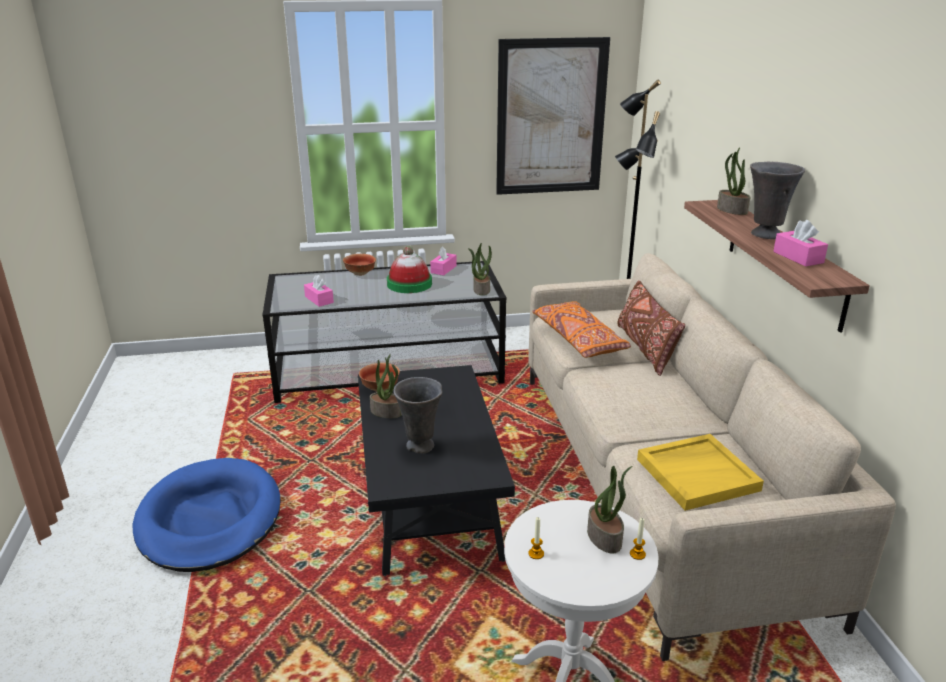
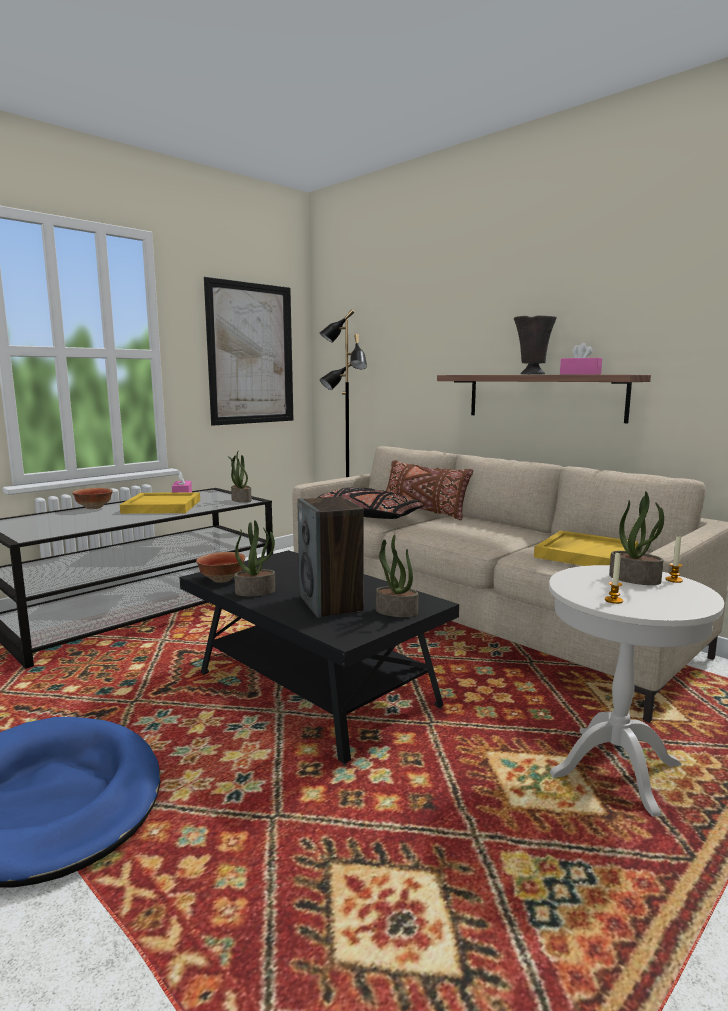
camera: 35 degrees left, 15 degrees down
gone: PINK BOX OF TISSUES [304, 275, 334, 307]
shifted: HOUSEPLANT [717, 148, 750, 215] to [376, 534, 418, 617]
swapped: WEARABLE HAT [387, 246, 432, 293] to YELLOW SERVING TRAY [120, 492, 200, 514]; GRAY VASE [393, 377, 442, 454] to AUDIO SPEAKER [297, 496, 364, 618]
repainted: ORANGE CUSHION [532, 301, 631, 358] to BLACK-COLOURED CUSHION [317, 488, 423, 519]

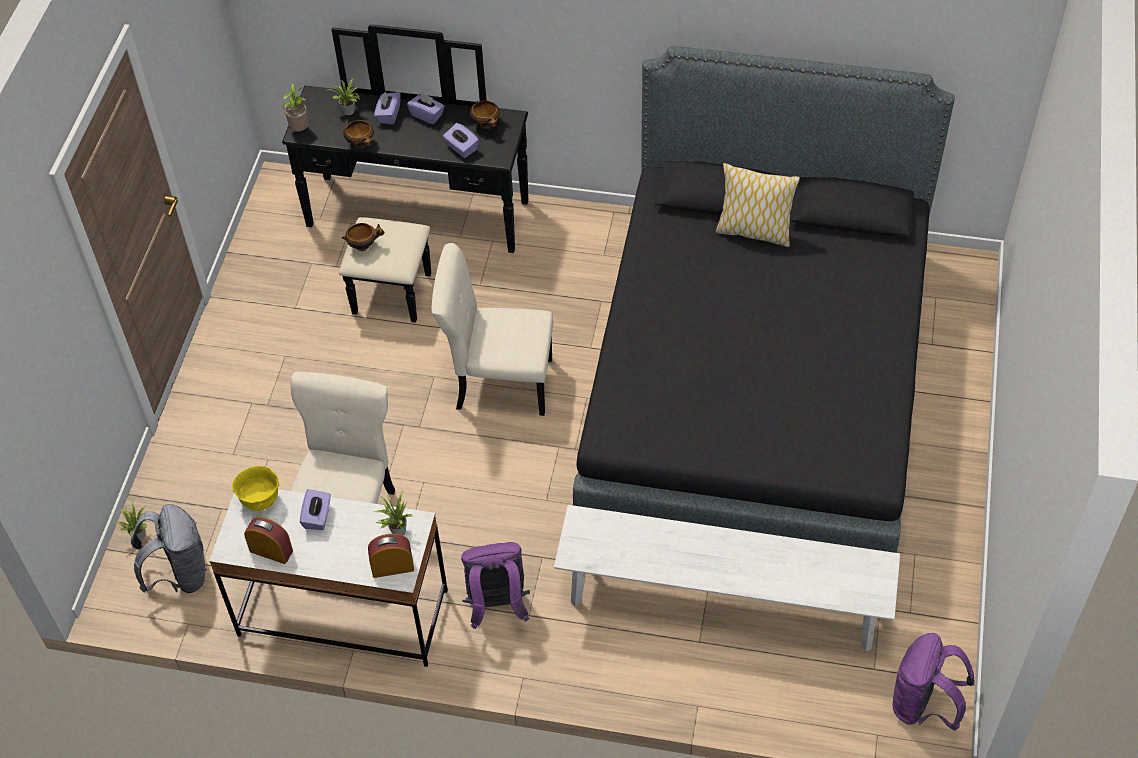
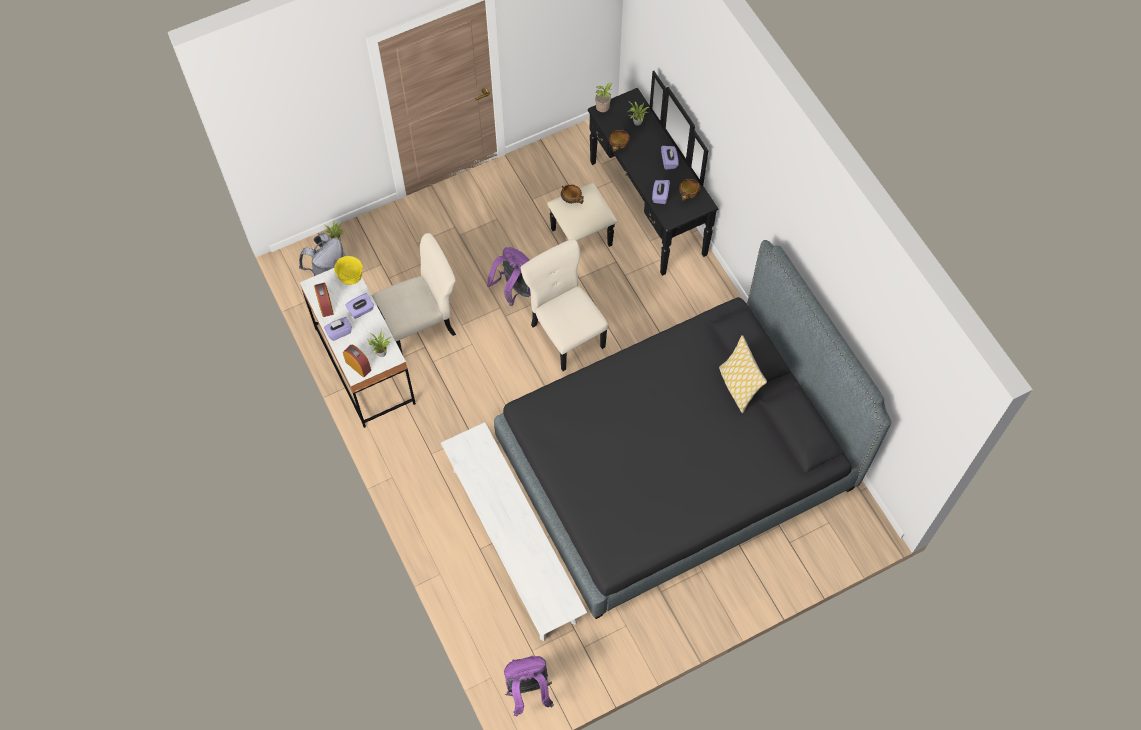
camera: 50 degrees right, 10 degrees up
shifted: PURPLE BOX OF TISSUES [374, 92, 401, 124] to [324, 317, 352, 341]; PURPLE KNAPSACK [461, 542, 530, 629] to [487, 247, 531, 306]

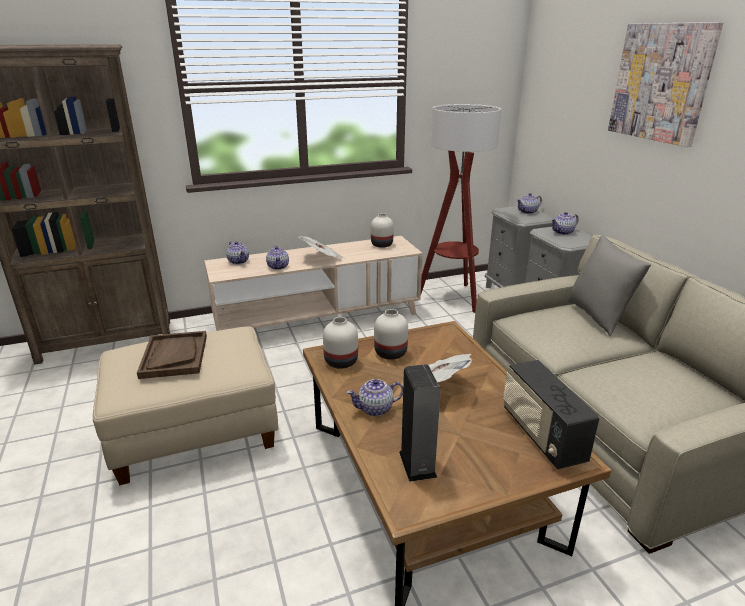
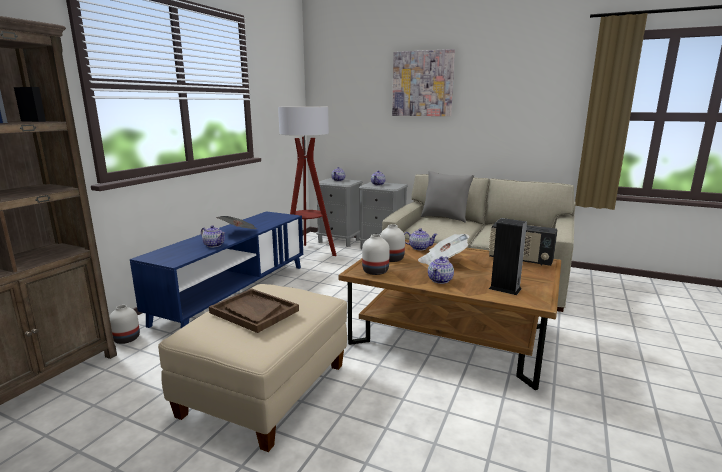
camera: 45 degrees left, 10 degrees down
shifted: POT FOR TEA [226, 241, 249, 265] to [404, 228, 438, 250]; WHITE VASE [371, 213, 394, 248] to [109, 305, 140, 344]
repainted: BEIGE MEDIA CONSOLE [204, 236, 423, 331] to BLUISH MEDIA CONSOLE [130, 211, 303, 328]

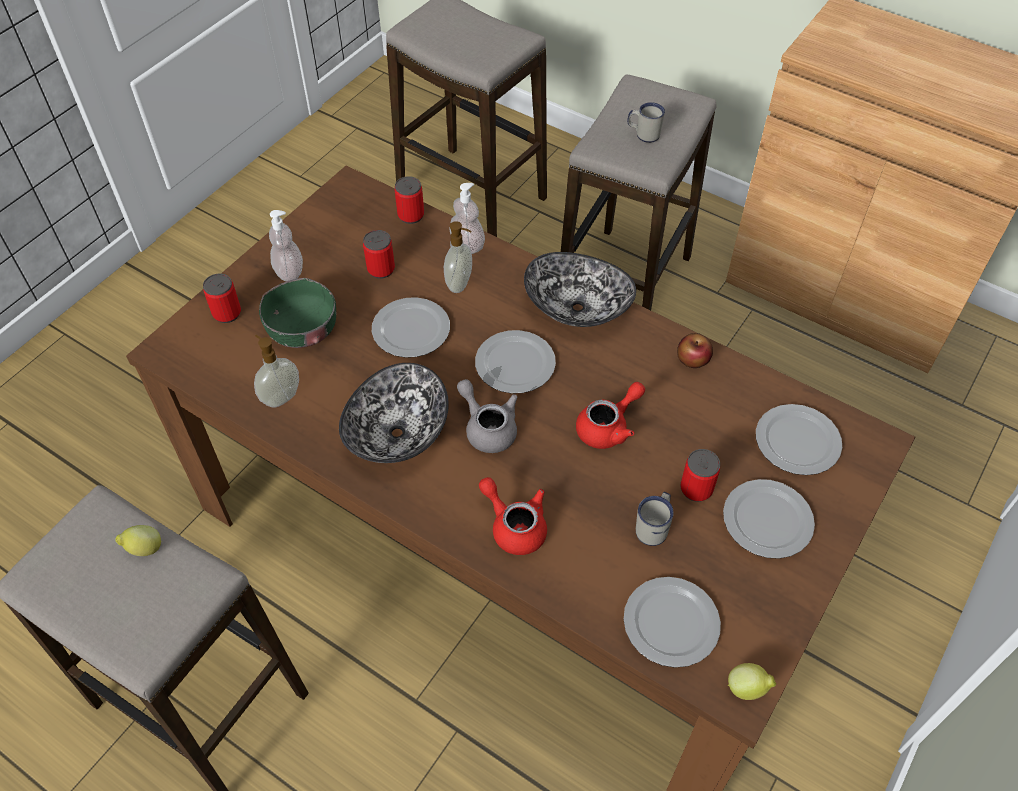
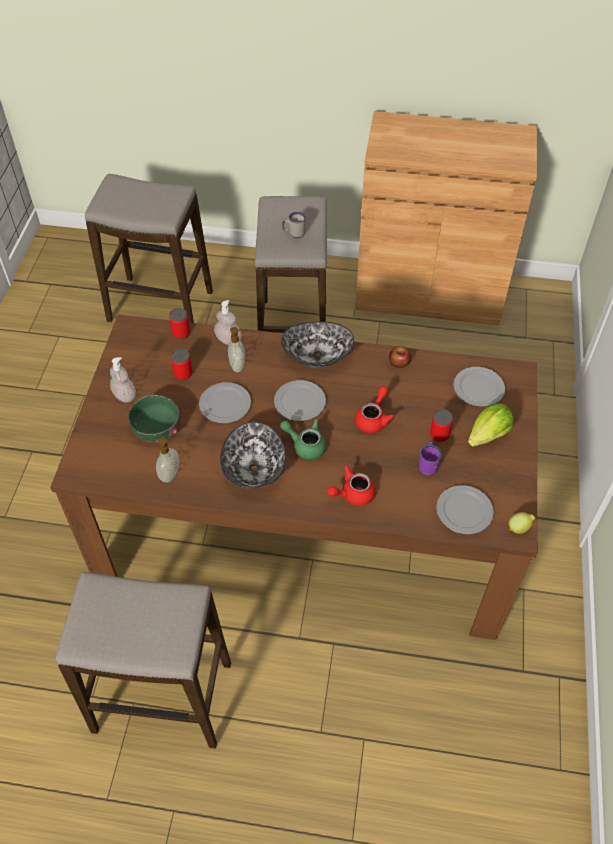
camera: 25 degrees left, 0 degrees up
gone: LEMON [115, 525, 162, 556]; SEALED CAN [203, 273, 241, 323]
swapped: DINNER PLATE [723, 479, 815, 559] to LETTUCE [468, 403, 514, 447]
repainted: GRAY POT FOR TEA [457, 379, 517, 453] to GREEN-COLOURED POT FOR TEA [280, 419, 326, 460]; WHITE TEA MUG [636, 492, 674, 546] to PURPLE TEA MUG [419, 442, 442, 475]
rotated: RED-COLOURED POT FOR TEA [479, 477, 547, 555] = [327, 465, 376, 506] 45 degrees counterclockwise

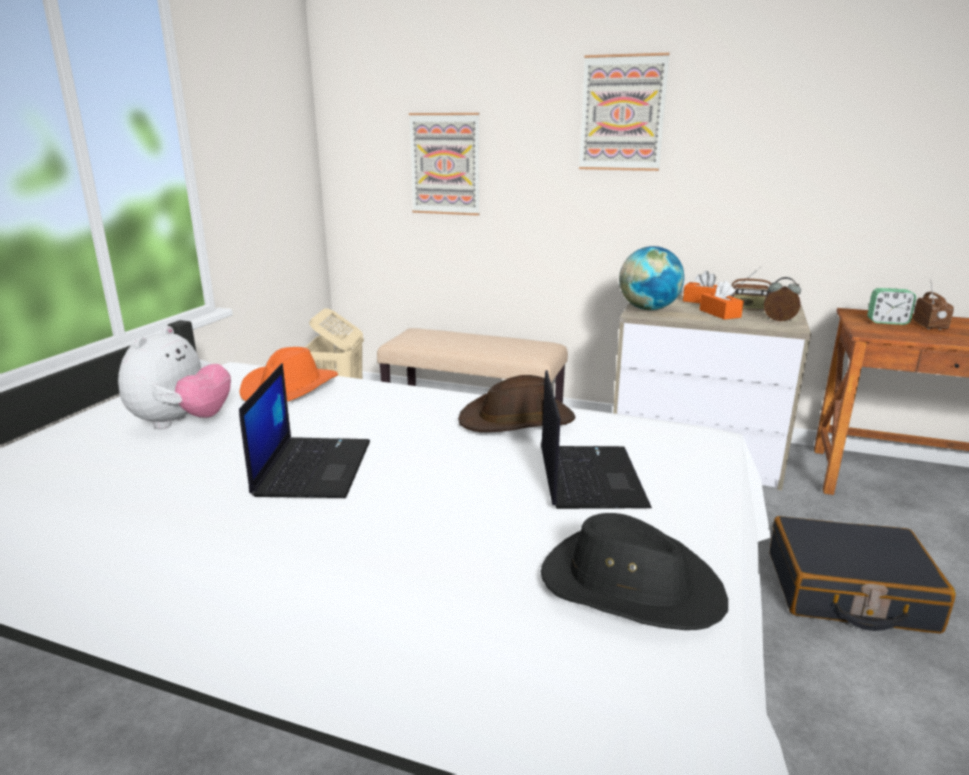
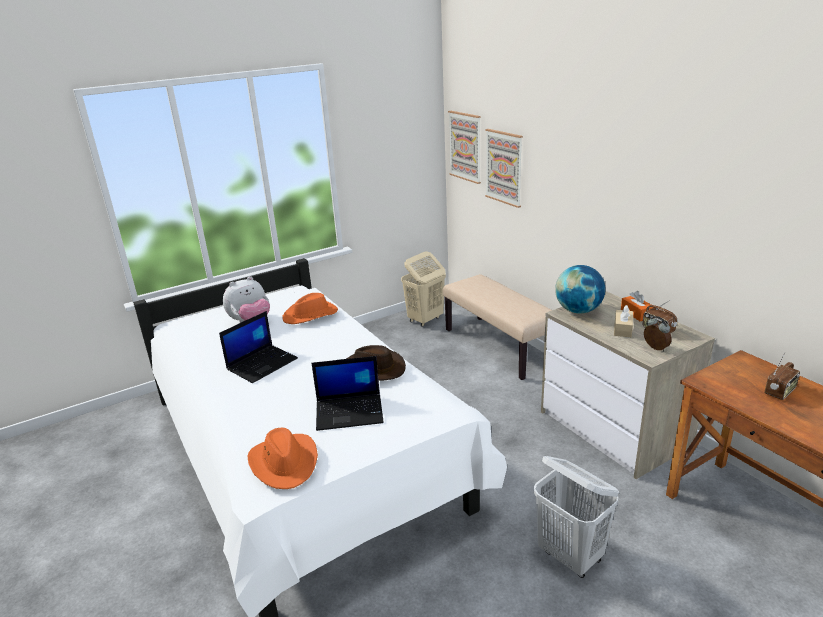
camera: 40 degrees right, 5 degrees up
gone: TABLE CLOCK [867, 288, 916, 325]
shifted: WALL ART [579, 53, 670, 171] to [448, 111, 481, 184]
swapped: BLACK-COLOURED TRAVEL CASE [770, 516, 956, 633] to WHITE WASHING BASKET [534, 456, 619, 578]
repainted: BLACK-COLOURED WEARABLE HAT [541, 513, 728, 630] to ORANGE WEARABLE HAT [248, 428, 318, 489]; ORANGE BOX OF TISSUES [699, 280, 744, 320] to BEIGE BOX OF TISSUES [614, 305, 633, 337]
rotated: NOTEBOOK COMPUTER [541, 370, 652, 509] = [312, 356, 384, 431] 45 degrees clockwise

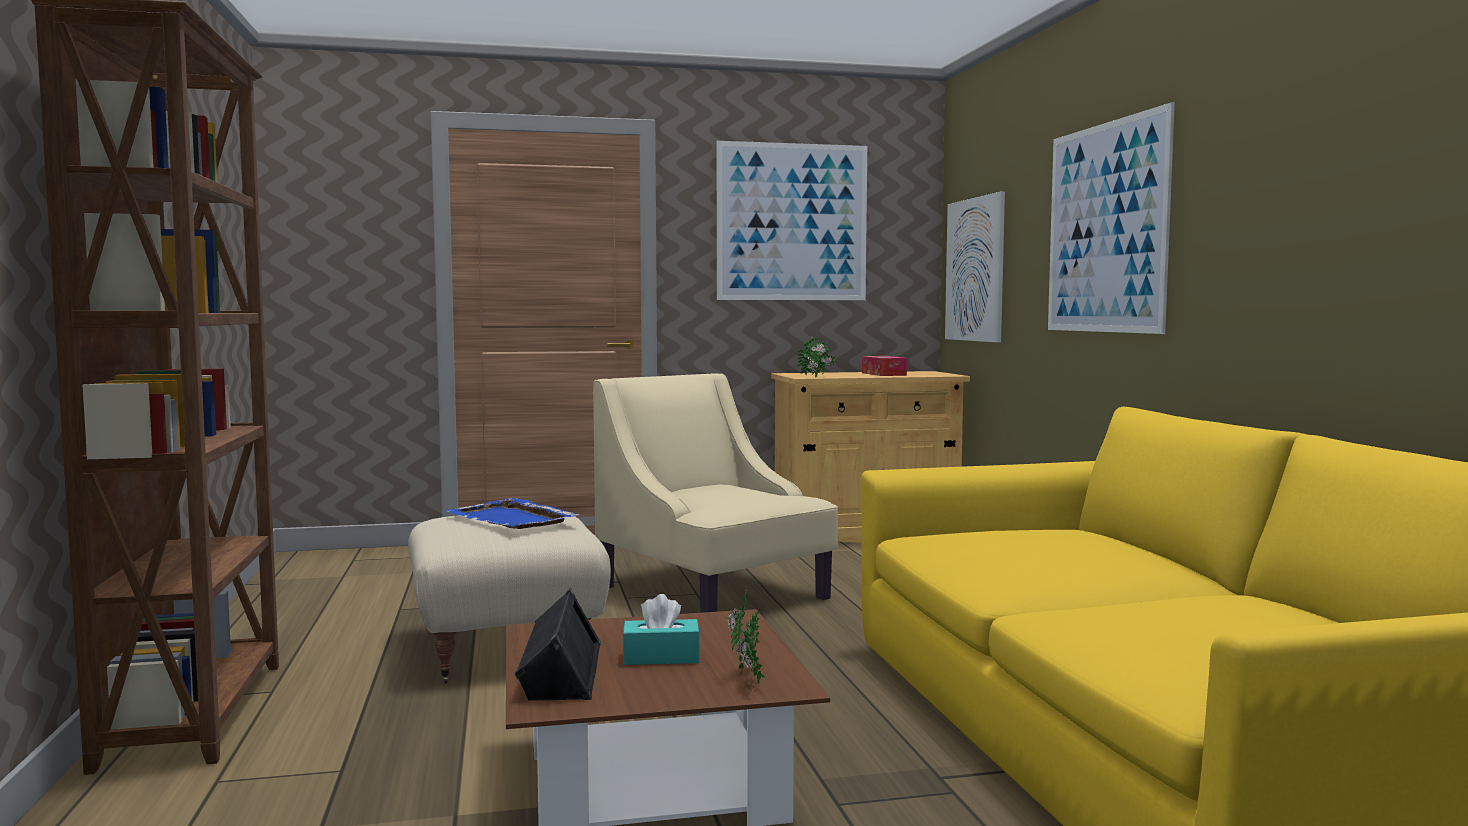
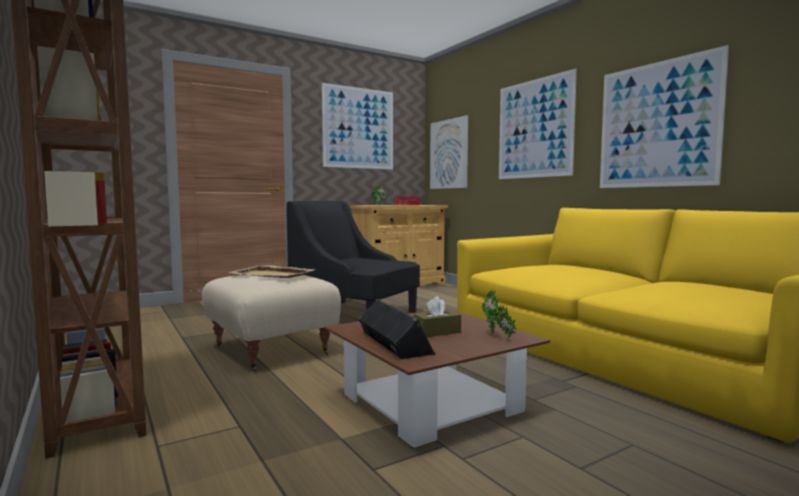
camera: 20 degrees left, 0 degrees up
new: WALL ART [600, 45, 729, 188]
repainted: BLUISH SERVING TRAY [445, 498, 581, 529] to BEIGE SERVING TRAY [228, 265, 317, 278]; BEIGE EASY CHAIR [593, 373, 838, 613] to BLACK-COLOURED EASY CHAIR [286, 201, 420, 313]; TURQUOISE-COLOURED BOX OF TISSUES [622, 594, 700, 665] to BROWN BOX OF TISSUES [414, 296, 461, 337]

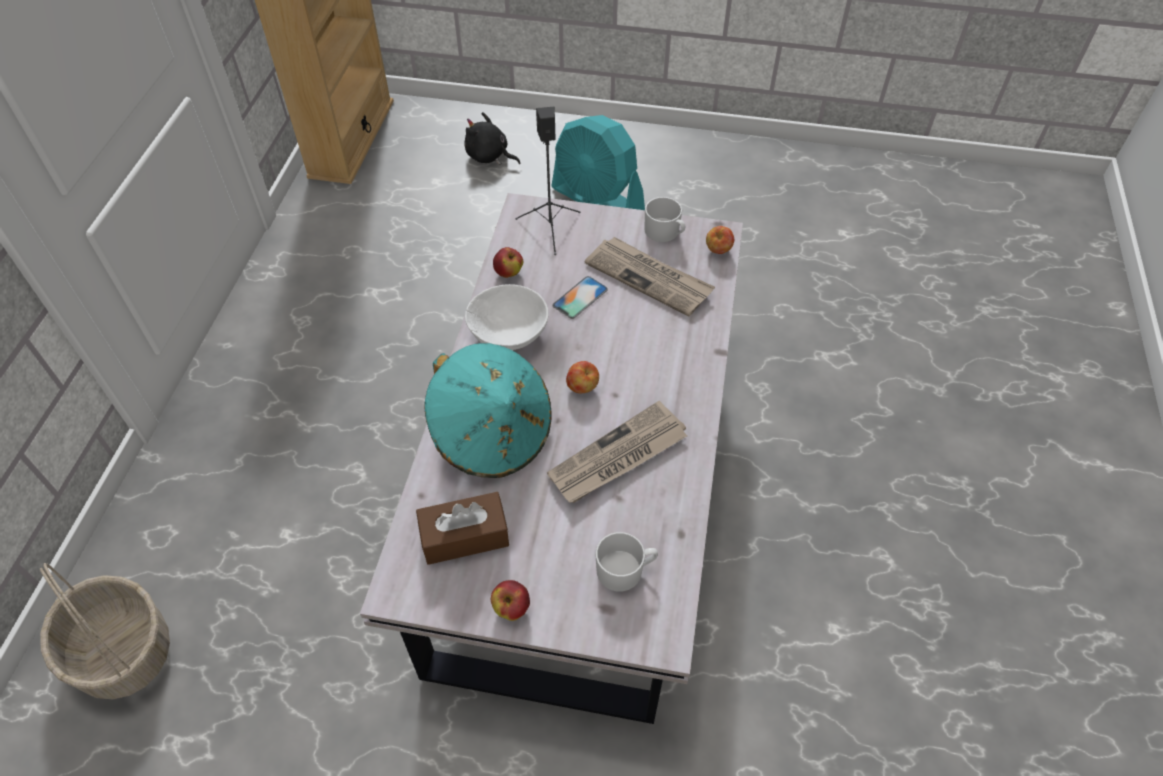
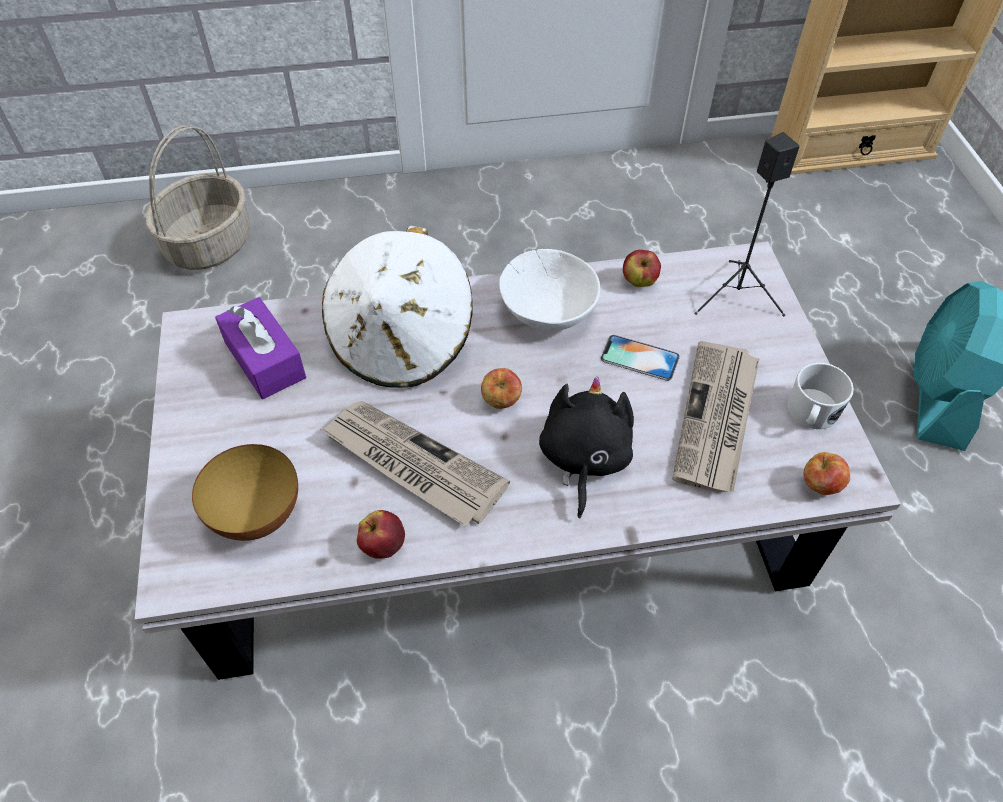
camera: 70 degrees right, 0 degrees up
shifted: BLACK-COLOURED CUDDLY TOY [465, 112, 520, 165] to [539, 376, 634, 519]; APPLE [491, 580, 530, 621] to [357, 510, 405, 559]
swapped: WHITE TEA MUG [596, 532, 658, 591] to BOWL [192, 444, 298, 541]
repainted: BROWN BOX OF TISSUES [416, 492, 509, 565] to PURPLE BOX OF TISSUES [215, 297, 306, 399]; TURQUOISE-COLOURED WEARABLE HAT [424, 343, 552, 478] to WHITE WEARABLE HAT [322, 225, 473, 388]

